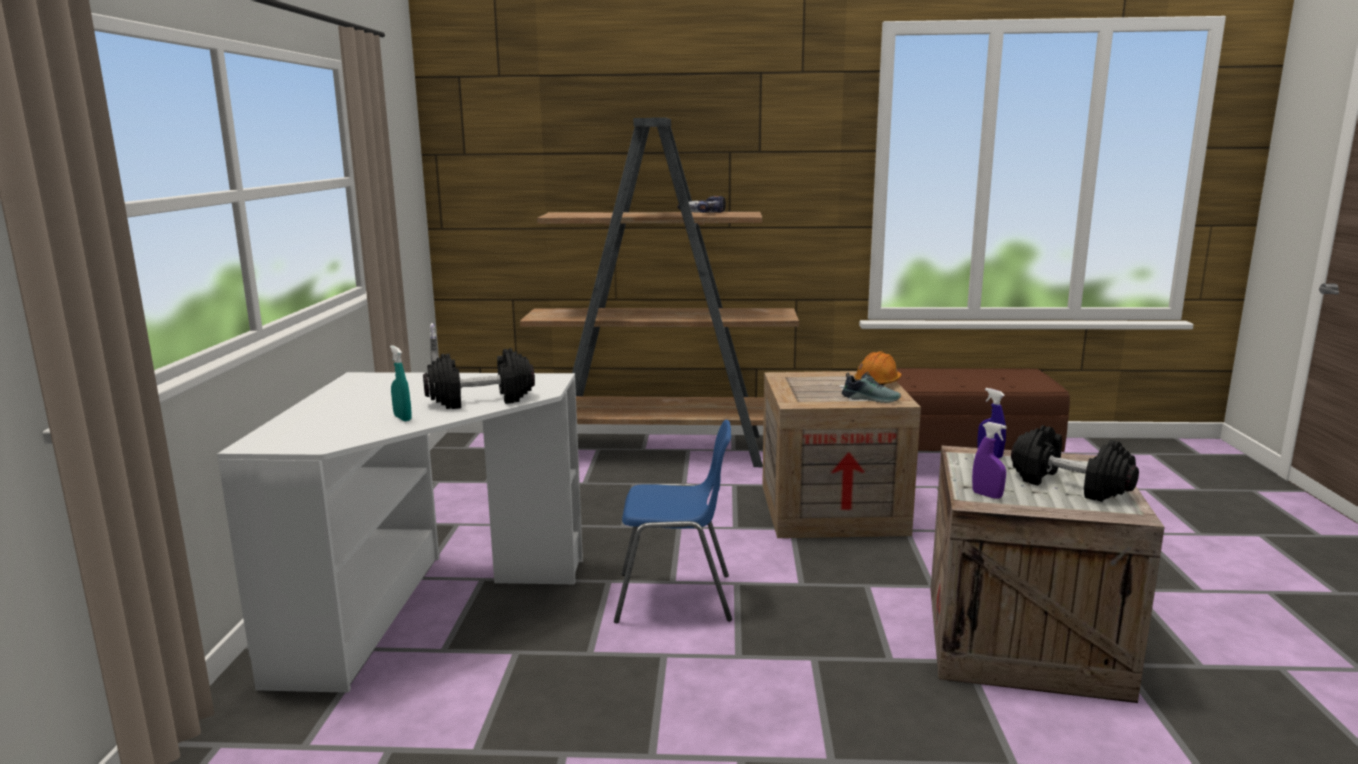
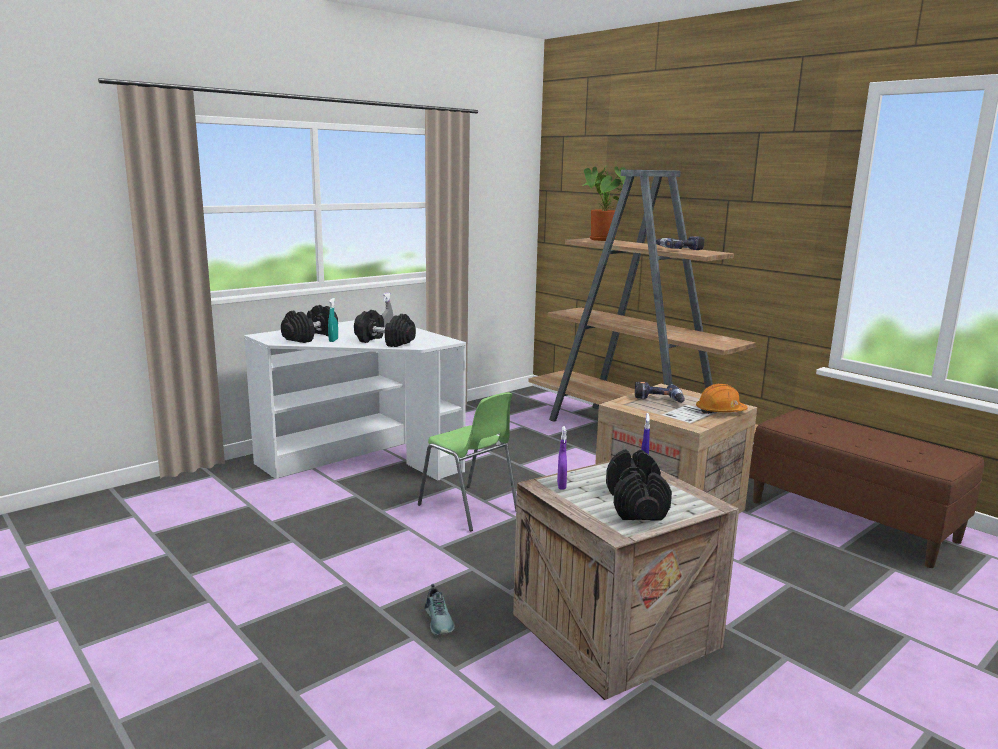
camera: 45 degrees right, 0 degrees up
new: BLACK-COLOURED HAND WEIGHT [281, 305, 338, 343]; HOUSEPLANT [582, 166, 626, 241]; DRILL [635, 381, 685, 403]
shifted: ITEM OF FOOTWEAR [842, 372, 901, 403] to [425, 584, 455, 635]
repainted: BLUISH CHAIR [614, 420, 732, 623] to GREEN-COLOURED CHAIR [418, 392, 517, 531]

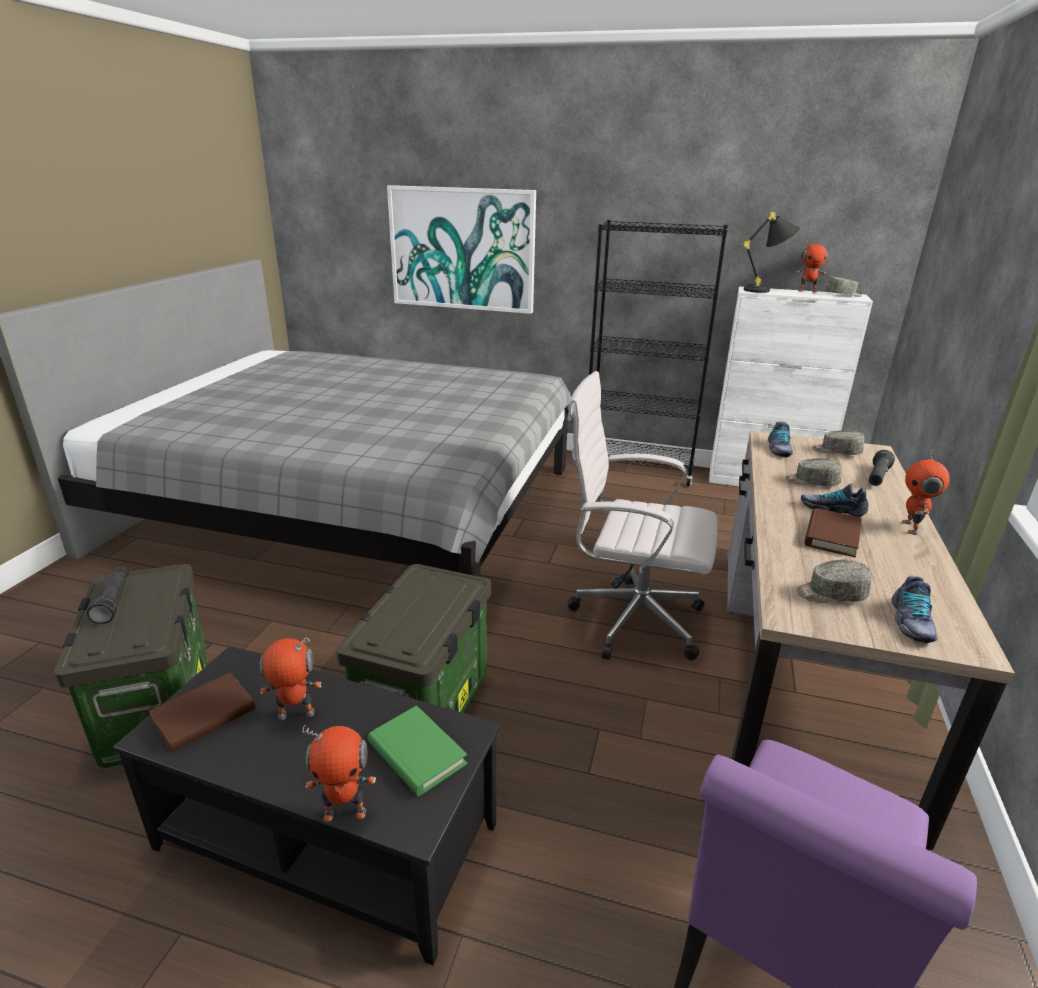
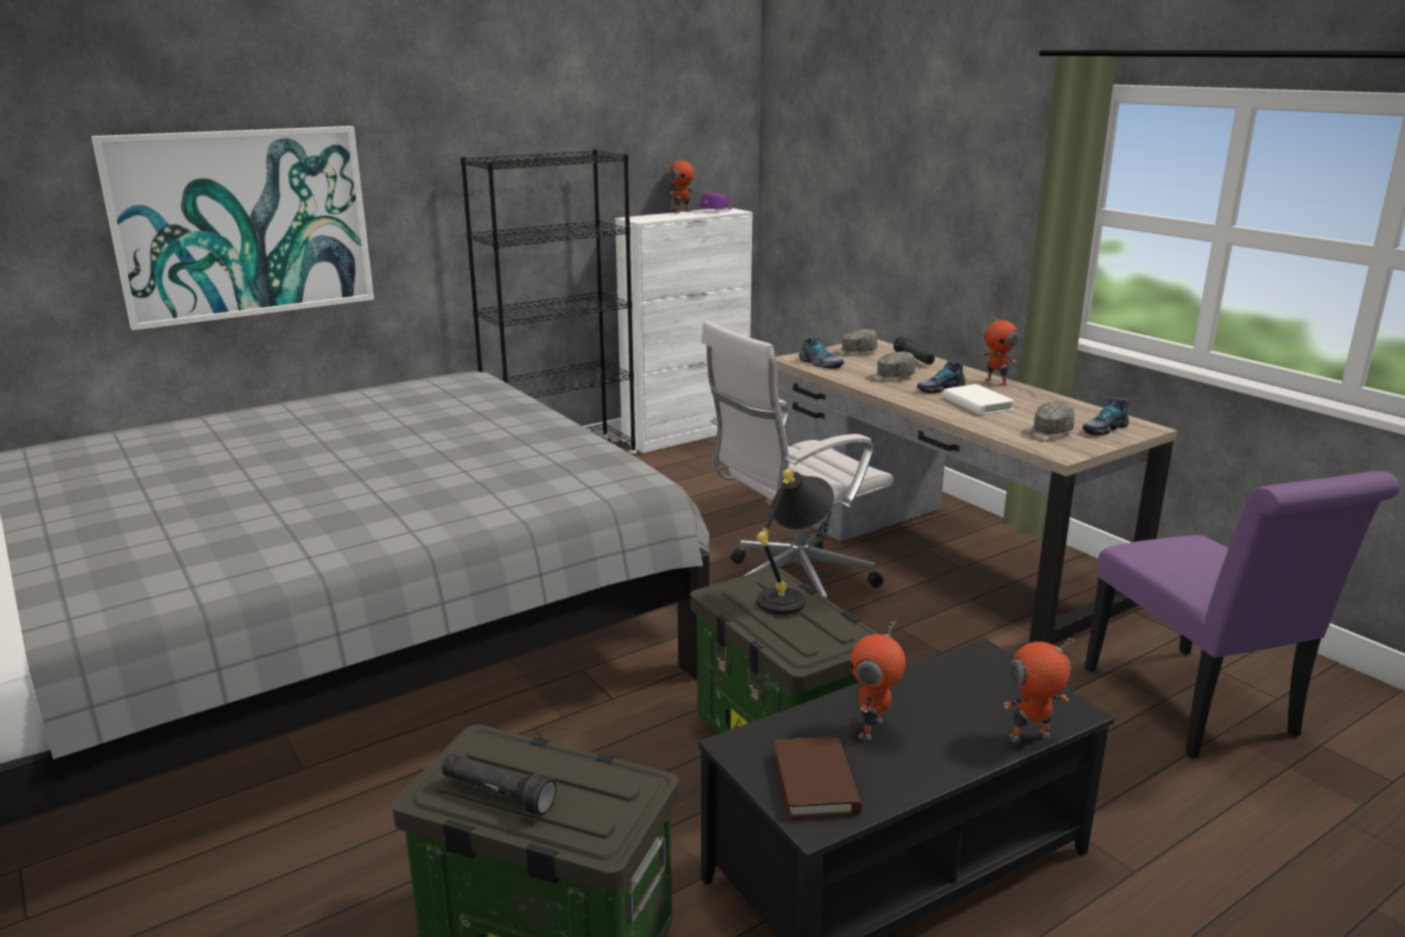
camera: 50 degrees left, 5 degrees down
gone: GREEN-COLOURED BOUND BOOK [368, 705, 468, 797]
shifted: BLACK-COLOURED LAMP FOR A TABLE [743, 212, 800, 293] to [756, 469, 834, 615]
repainted: BROWN BOUND BOOK [805, 508, 862, 558] to WHITE BOUND BOOK [943, 384, 1015, 415]; GRAY CAP [825, 277, 862, 297] to PURPLE CAP [700, 193, 732, 210]
rotated: TOY ROBOT [302, 725, 376, 822] = [1004, 638, 1075, 743] 135 degrees counterclockwise; ITEM OF FOOTWEAR [891, 576, 938, 643] = [1082, 397, 1129, 436] 90 degrees clockwise

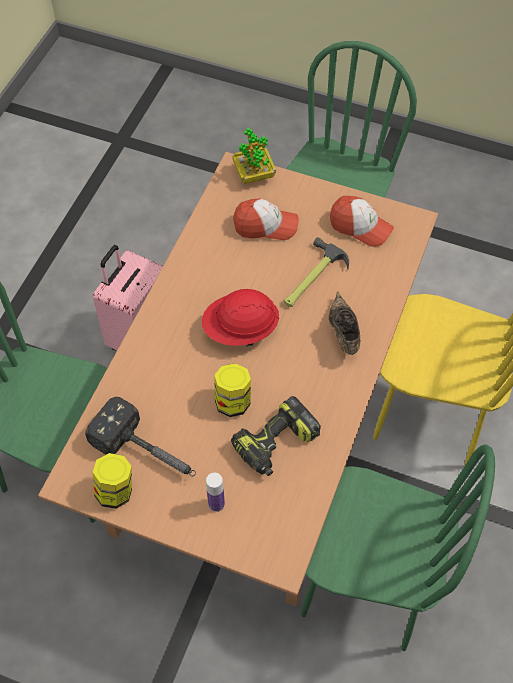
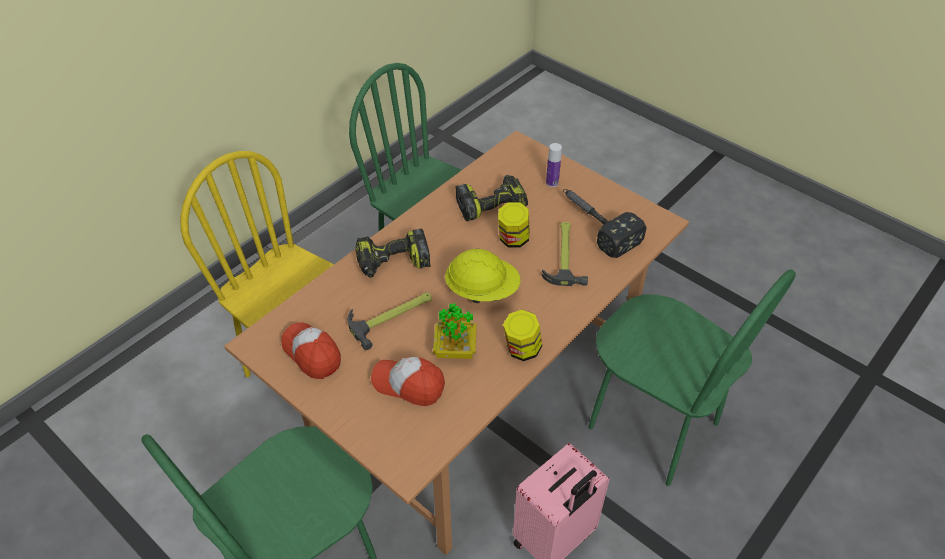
camera: 160 degrees left, 10 degrees down
new: TOOL HAMMER [542, 222, 588, 286]
shifted: PRESERVE JAR [93, 453, 132, 509] to [503, 309, 542, 361]; HOUSEPLANT [232, 128, 276, 184] to [433, 304, 477, 359]
swapped: BROWN ITEM OF FOOTWEAR [329, 292, 361, 355] to DRILL [356, 229, 431, 278]
repainted: RED-COLOURED SAFETY HELMET [202, 289, 279, 346] to YELLOW SAFETY HELMET [445, 249, 521, 303]

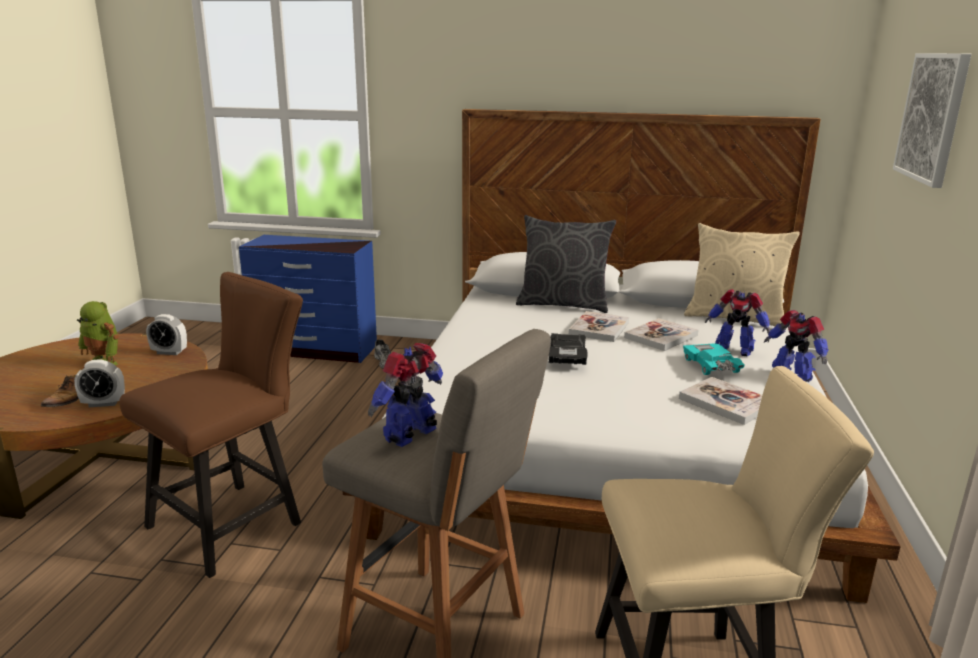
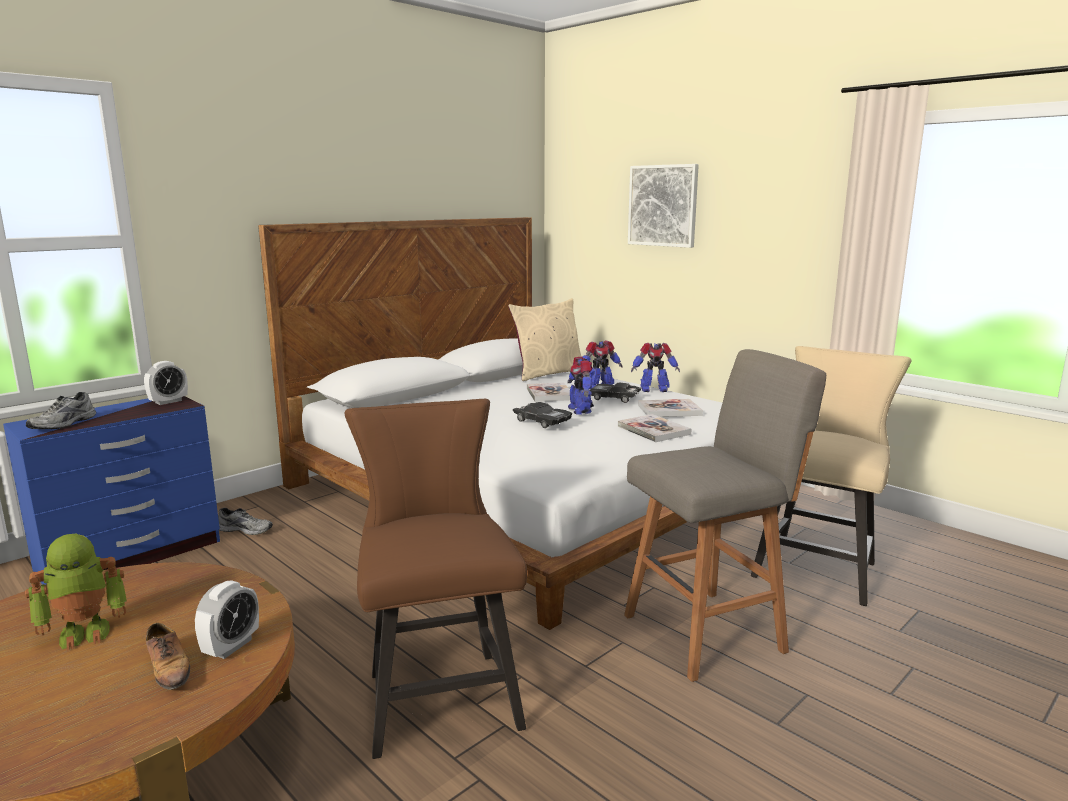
camera: 55 degrees left, 5 degrees down
gone: GRAY CUSHION [516, 215, 616, 313]
new: GRAY ITEM OF FOOTWEAR [26, 392, 96, 429]
shifted: TABLE CLOCK [146, 314, 187, 355] to [144, 361, 188, 405]; TOY ROBOT [368, 343, 443, 447] to [567, 357, 594, 415]; BOUND BOOK [569, 311, 629, 342] to [618, 414, 691, 442]
repainted: TURQUOISE-COLOURED MODEL CAR [683, 343, 745, 375] to BLACK-COLOURED MODEL CAR [590, 383, 642, 403]

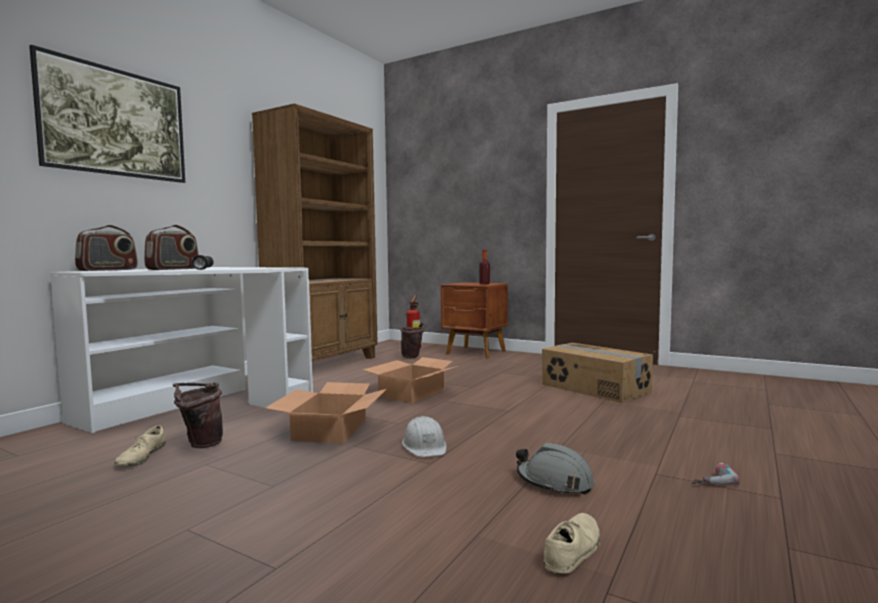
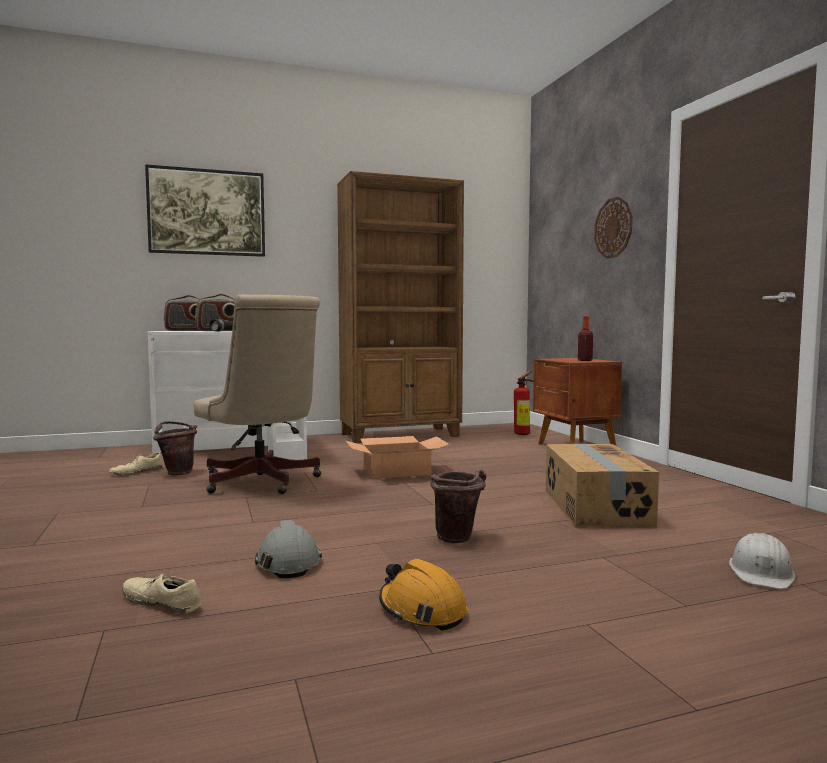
camera: 40 degrees right, 0 degrees up
new: WALL CLOCK [594, 197, 633, 258]
shifted: BROWN WATER BUCKET [400, 323, 427, 358] to [431, 469, 486, 543]; WHITE SAFETY HELMET [402, 416, 447, 457] to [729, 532, 795, 589]
swapped: CARDBOARD BOX [265, 382, 387, 444] to BEIGE OFFICE CHAIR [193, 295, 321, 494]; DRILL [691, 463, 740, 485] to ORANGE SAFETY HELMET [379, 559, 467, 631]
rotated: BEIGE ITEM OF FOOTWEAR [544, 513, 600, 573] = [122, 572, 202, 614] 135 degrees counterclockwise

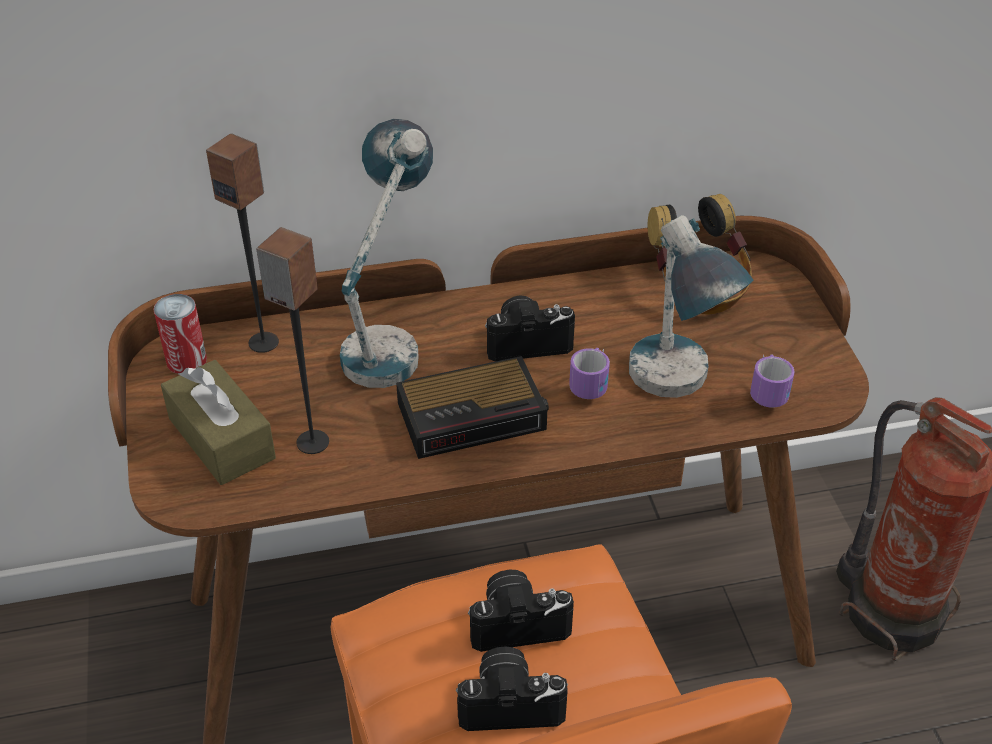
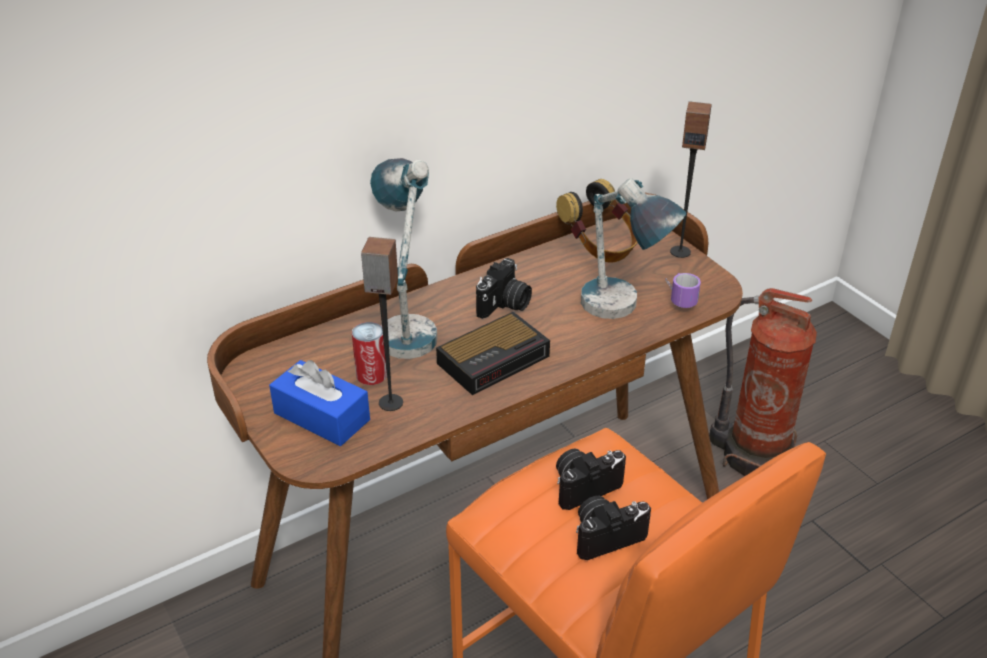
camera: 20 degrees left, 5 degrees down
gone: TEA MUG [569, 348, 610, 399]
shifted: SEALED CAN [153, 294, 207, 374] to [352, 322, 387, 385]; AUDIO SPEAKER [206, 133, 279, 353] to [670, 101, 712, 258]
repainted: BROWN BOX OF TISSUES [161, 360, 276, 485] to BLUISH BOX OF TISSUES [269, 360, 370, 446]
rotated: PHOTO CAMERA [485, 296, 575, 362] = [476, 258, 532, 319] 150 degrees clockwise

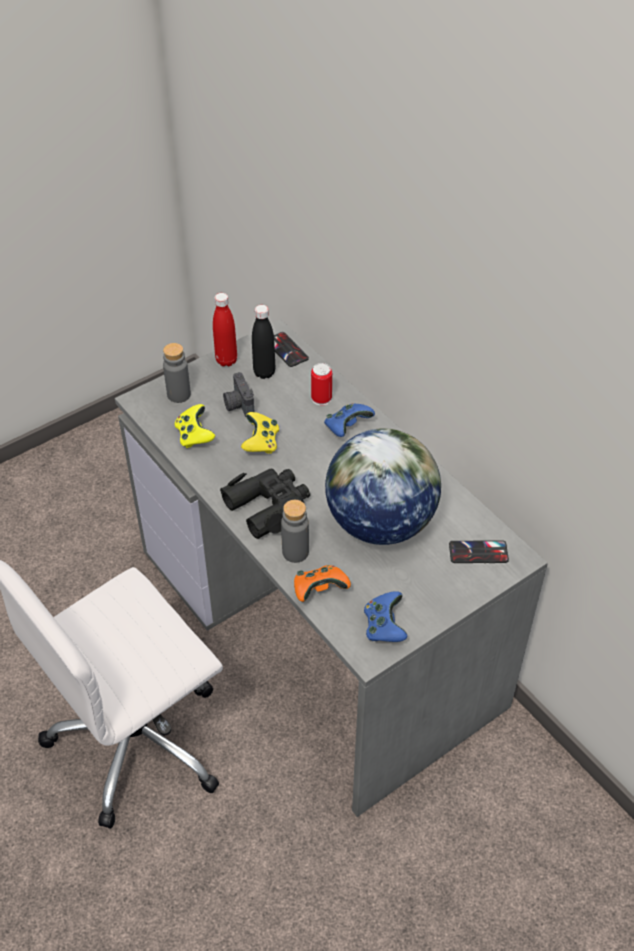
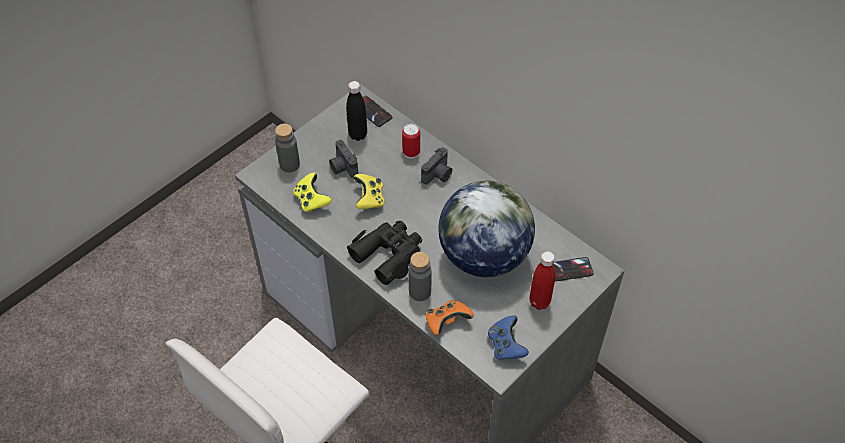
camera: 10 degrees left, 5 degrees up
shifted: RED-COLOURED BEVERAGE BOTTLE [213, 293, 237, 367] to [529, 251, 555, 310]
swapped: BLUISH JOYPAD [324, 403, 375, 437] to PHOTO CAMERA [421, 147, 452, 185]

